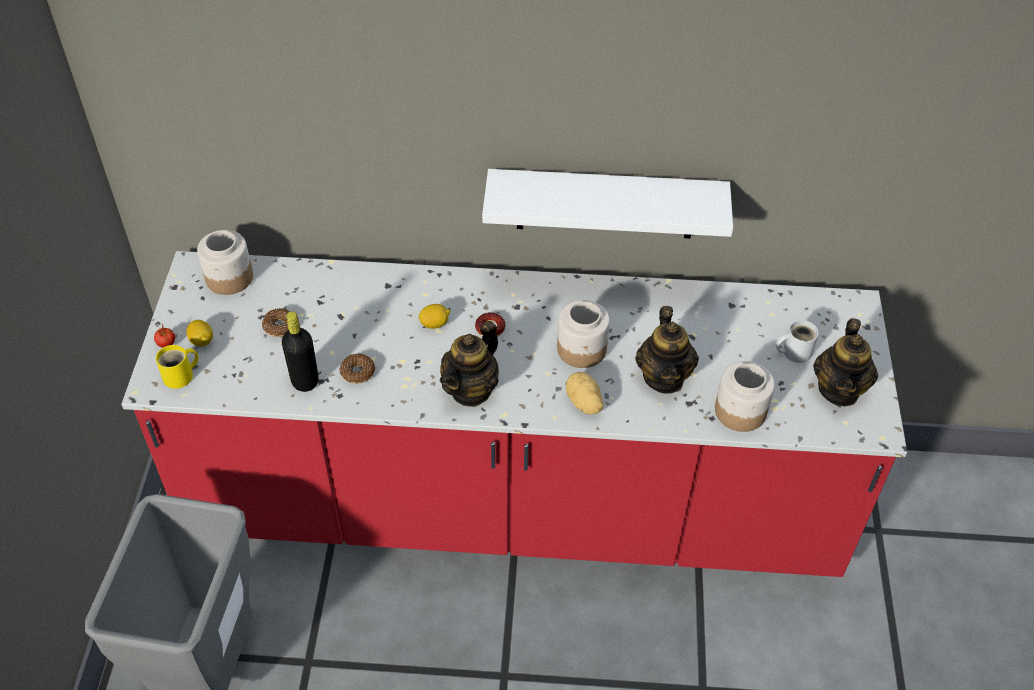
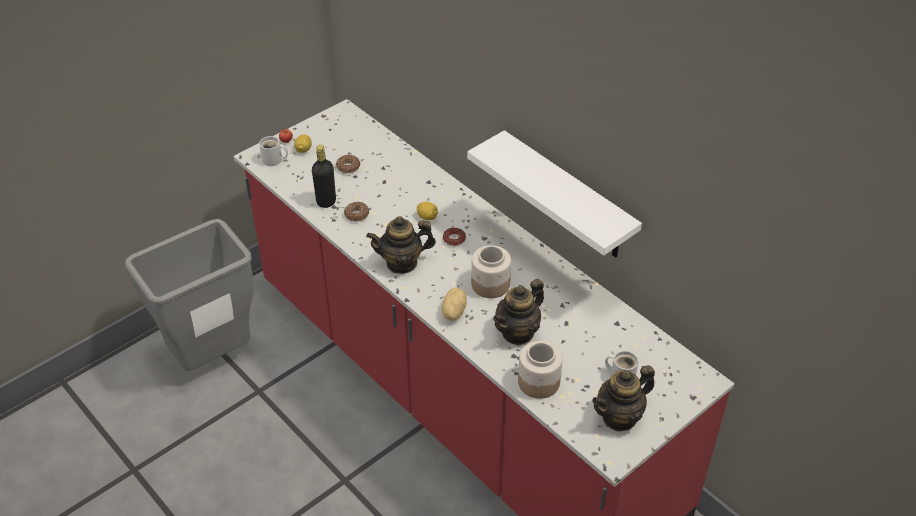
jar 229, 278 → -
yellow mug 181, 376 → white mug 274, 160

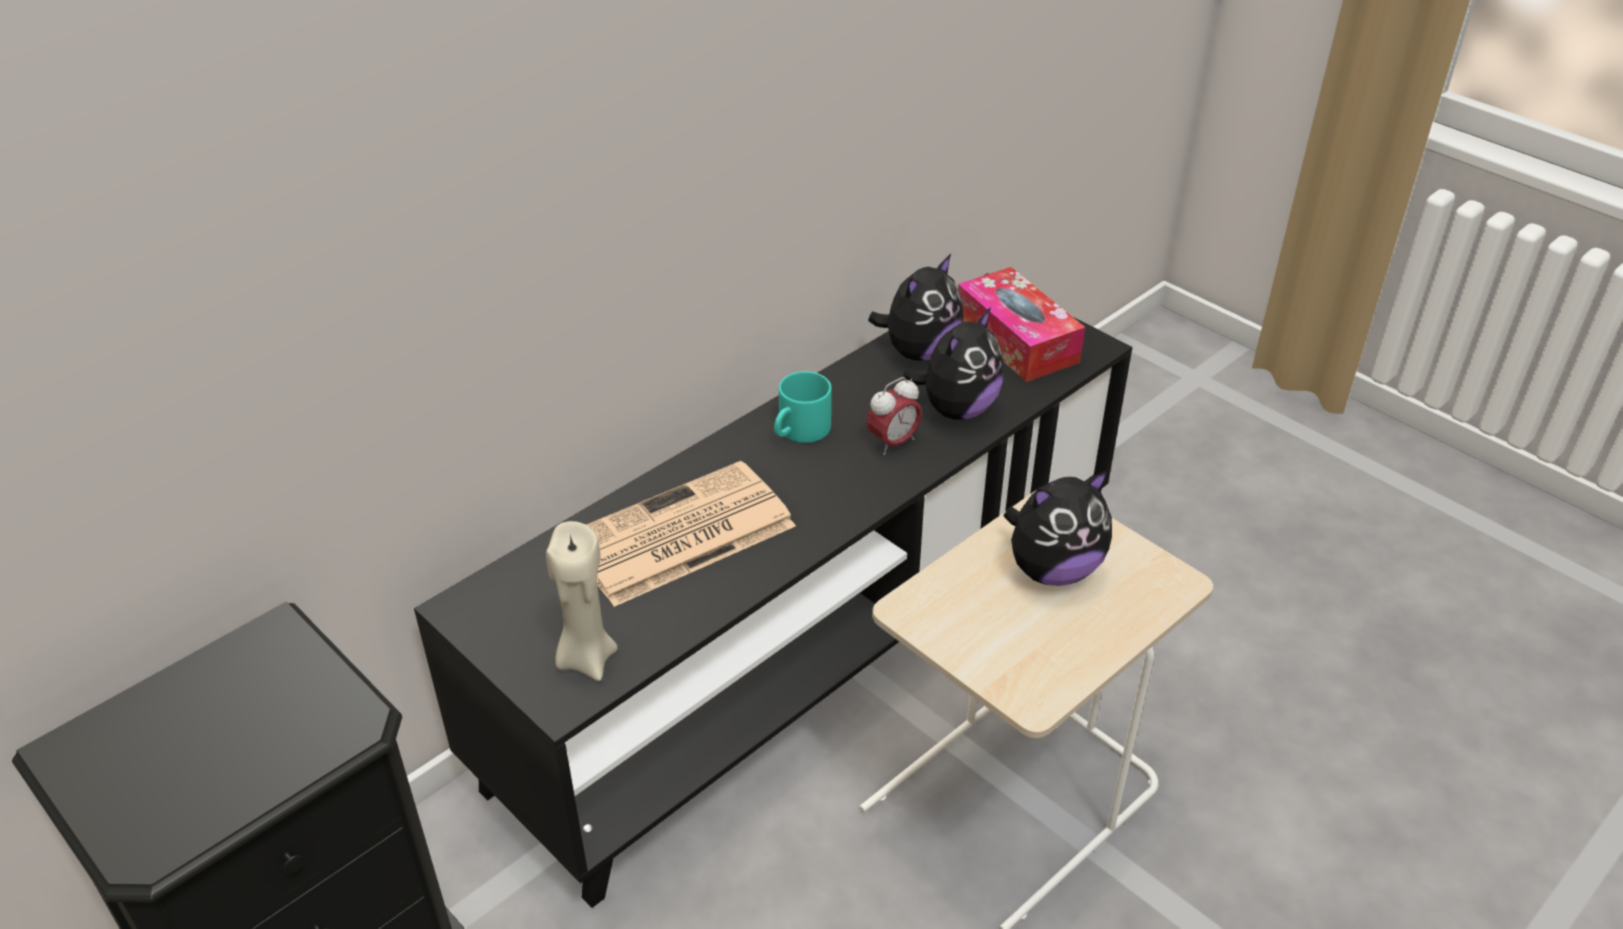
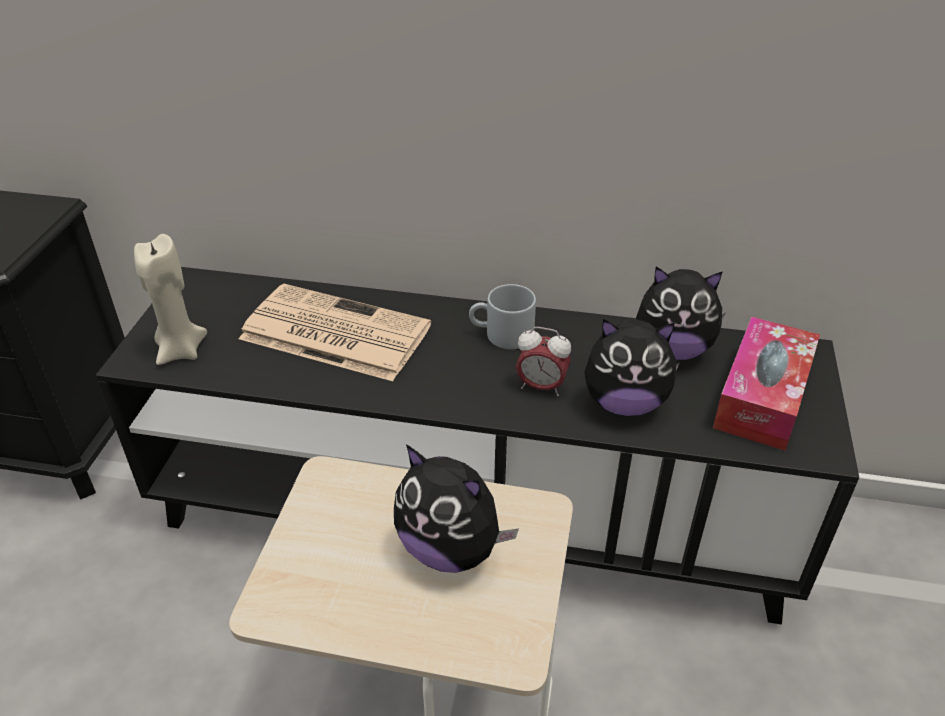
turquoise mug 800, 432 → grey mug 501, 335

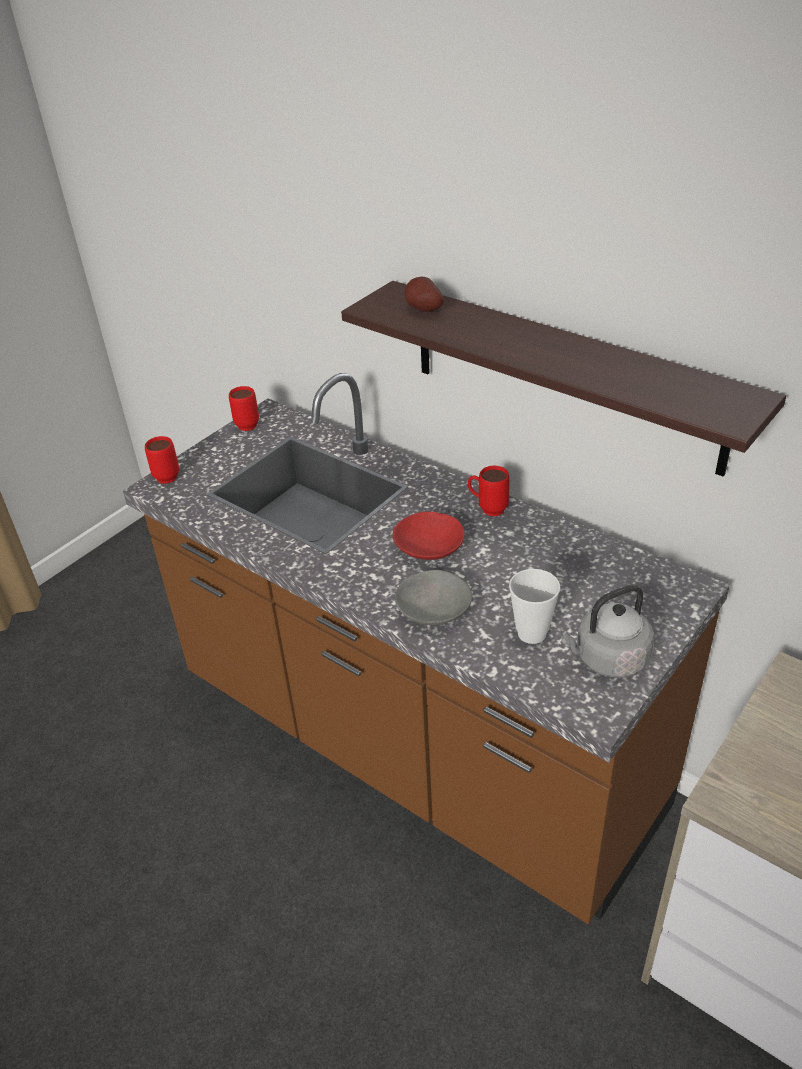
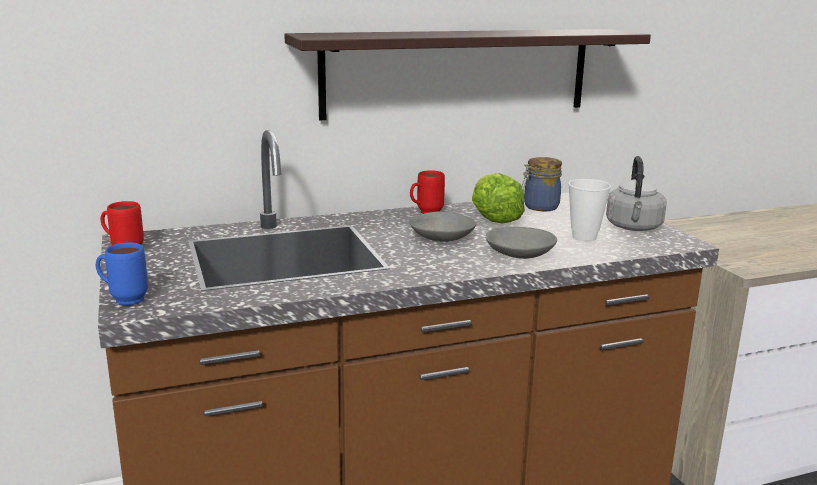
potato 422, 310 → -
red mug 166, 475 → blue mug 123, 299
red bowl 430, 547 → grey bowl 441, 237
- → jar 539, 207
- → lettuce 494, 217

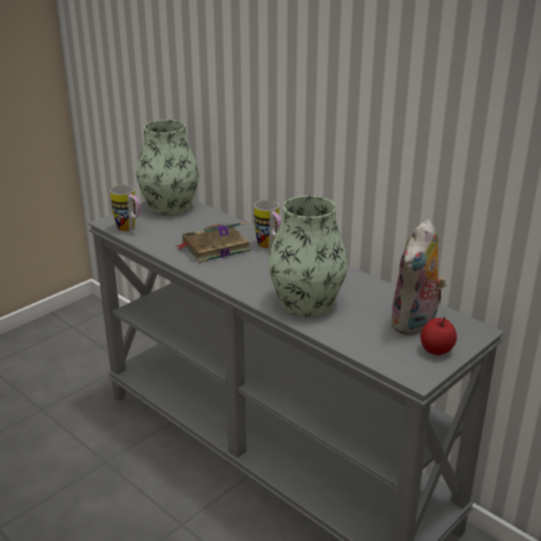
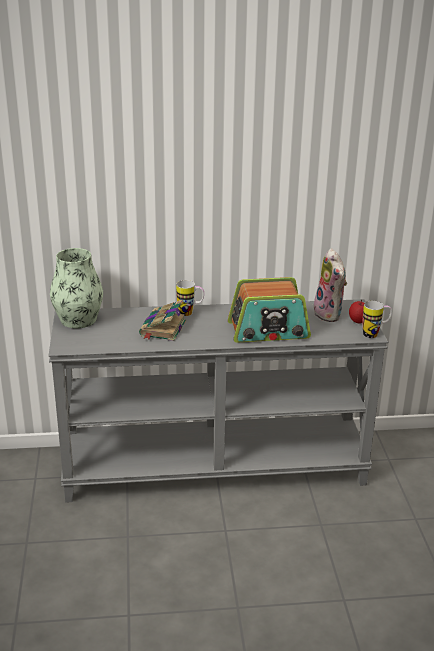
mug 129, 229 → mug 375, 334, move
vase 306, 302 → radio 268, 330

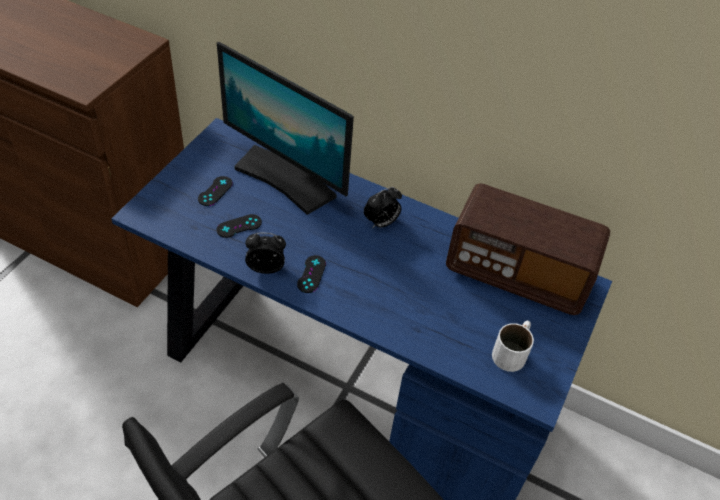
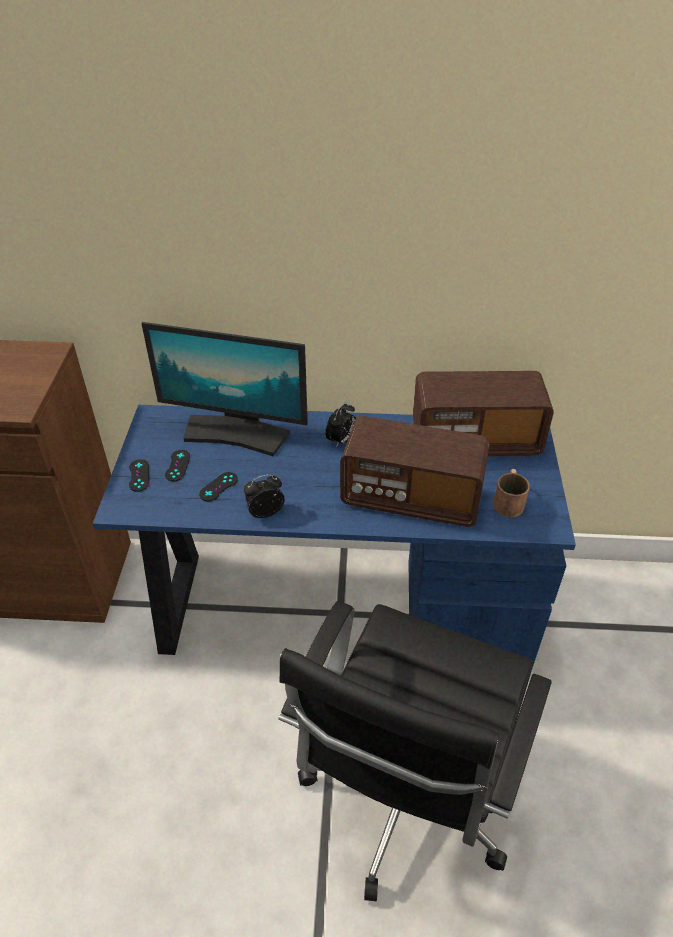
black game controller 311, 274 → black game controller 139, 475, move
white mug 513, 351 → brown mug 508, 500
- → radio 411, 498

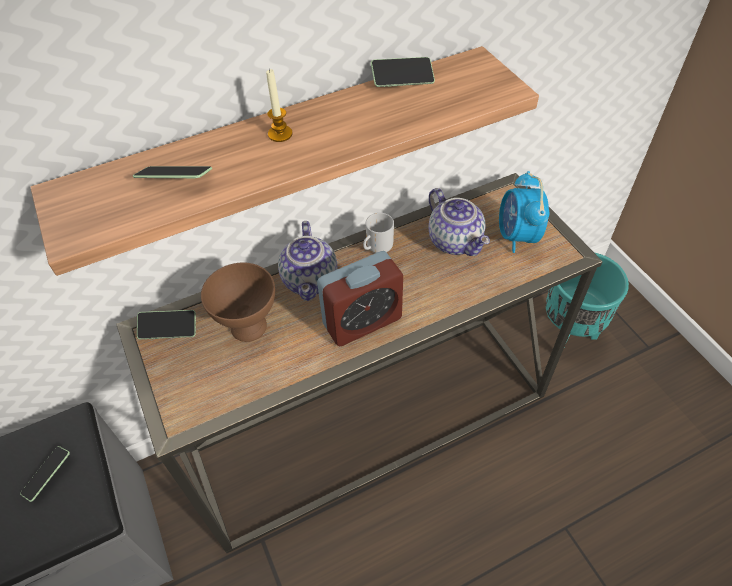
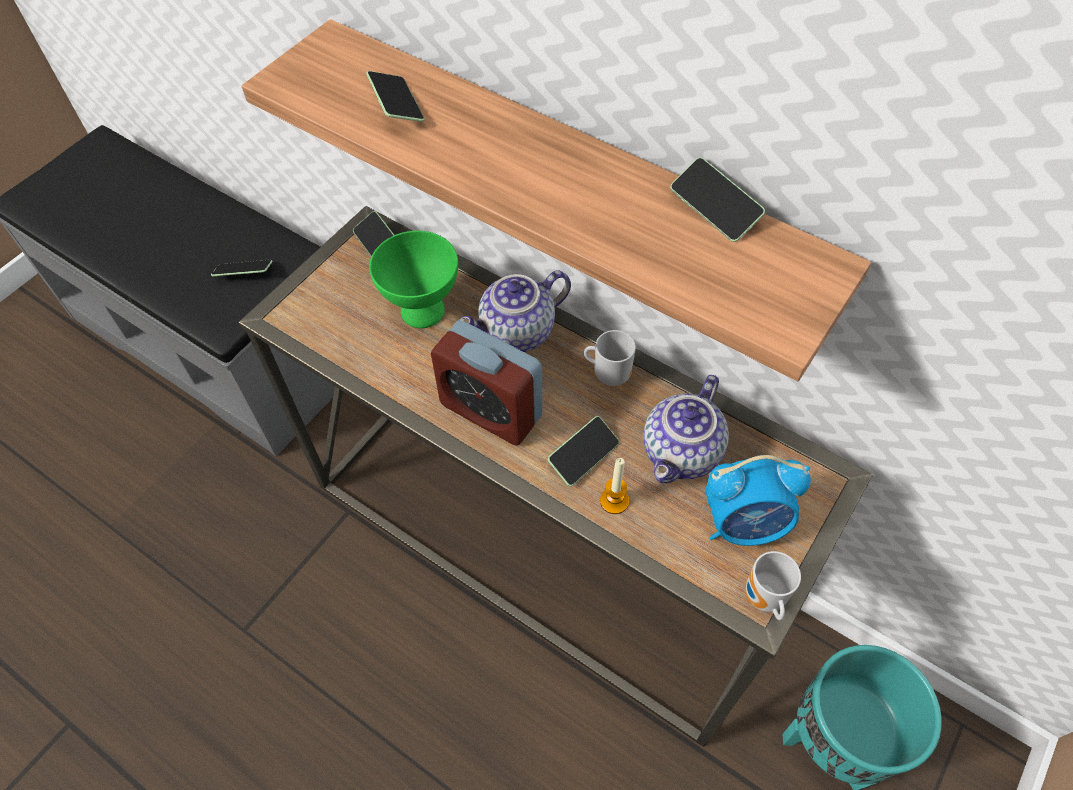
candle 280, 134 → candle 614, 501, move
alarm clock 517, 236 → alarm clock 744, 524, 150 degrees counterclockwise
brown bowl 247, 328 → green bowl 421, 311
- → phone 583, 456
- → mug 762, 599

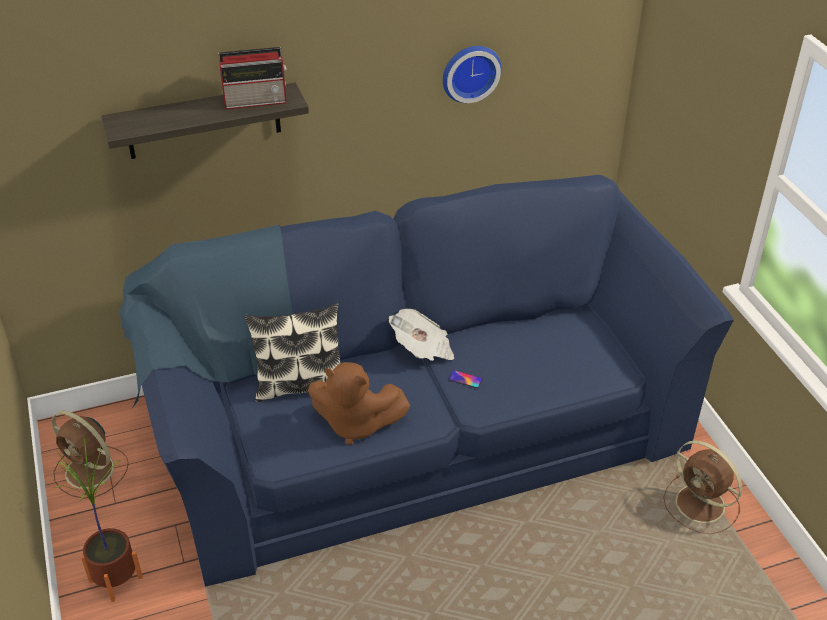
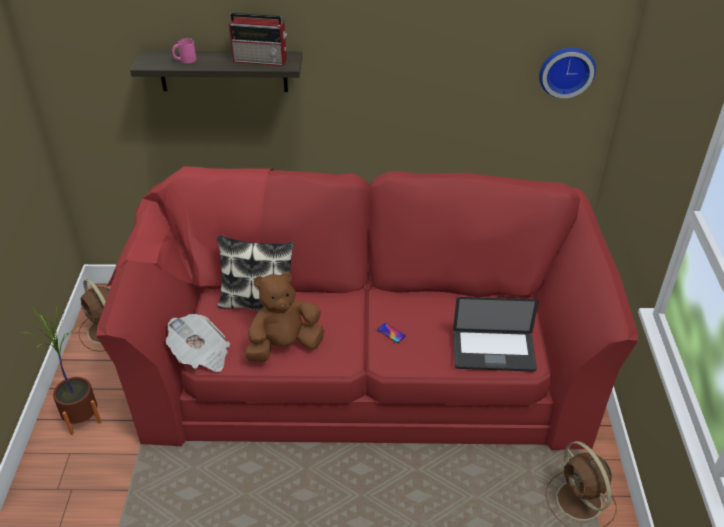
wall clock 469, 72 → wall clock 566, 70, move
blue sofa 416, 427 → red sofa 364, 364
newspaper 422, 349 → newspaper 201, 355, move
brown plush toy 355, 424 → brown plush toy 284, 346, 120 degrees clockwise
- → pink mug 185, 60
- → laptop 493, 352

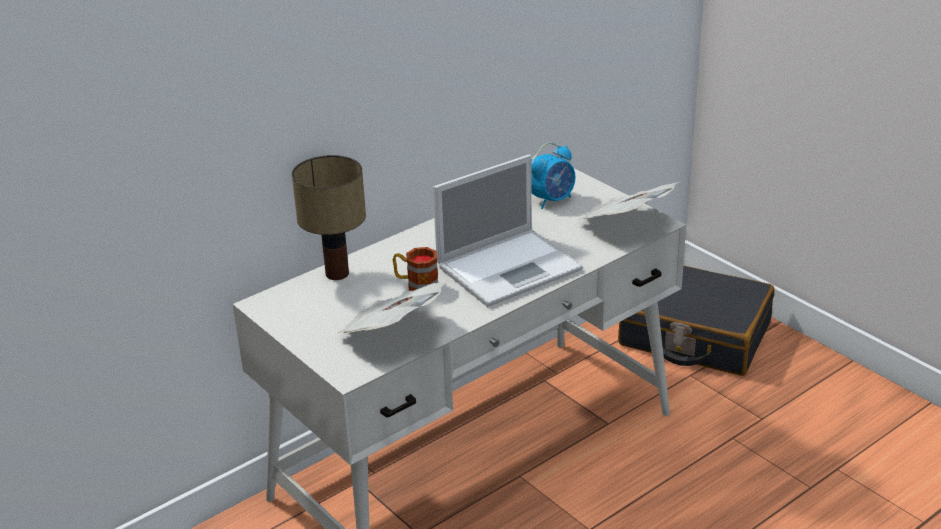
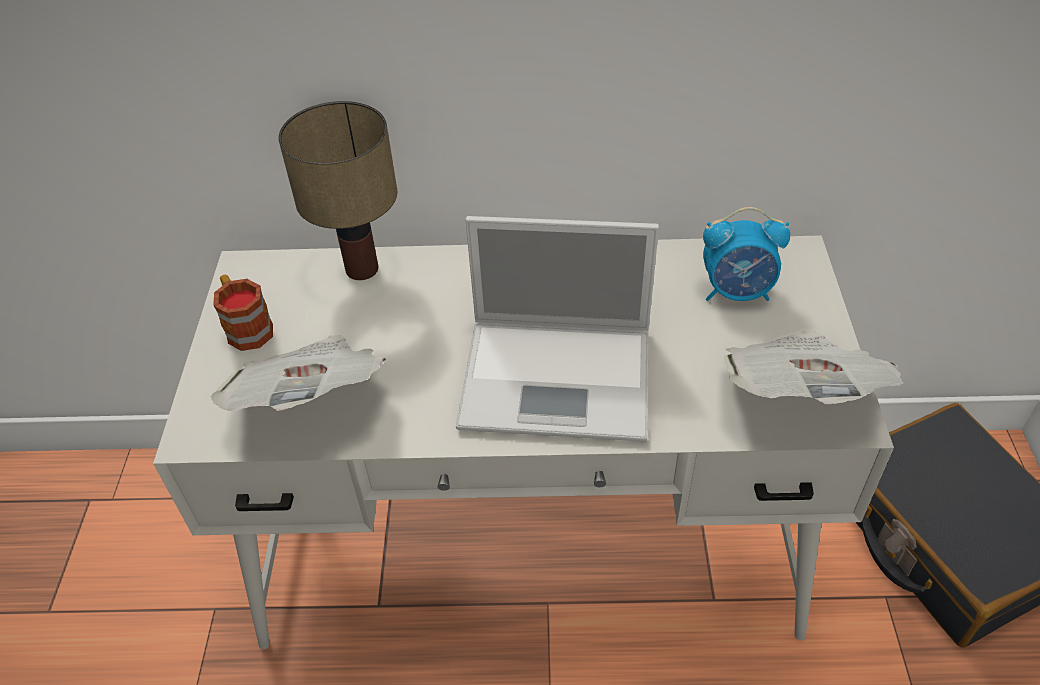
mug 416, 285 → mug 246, 327, move

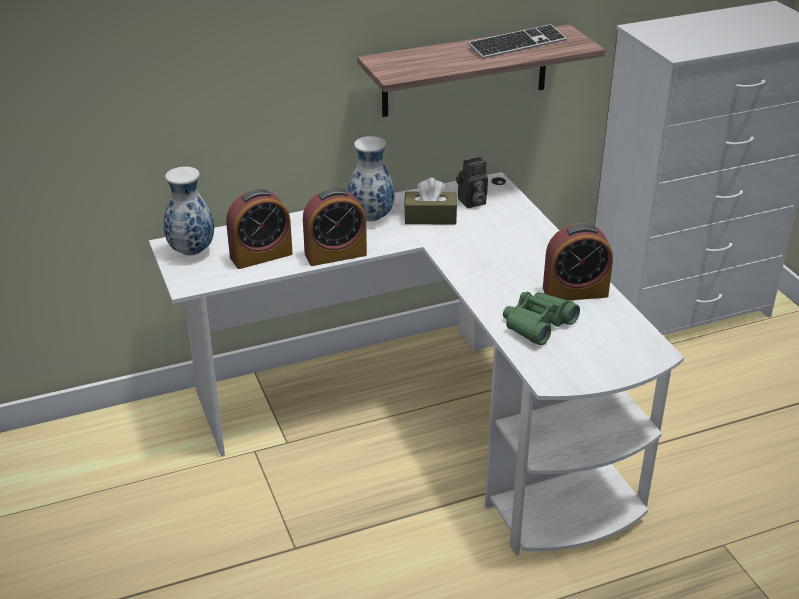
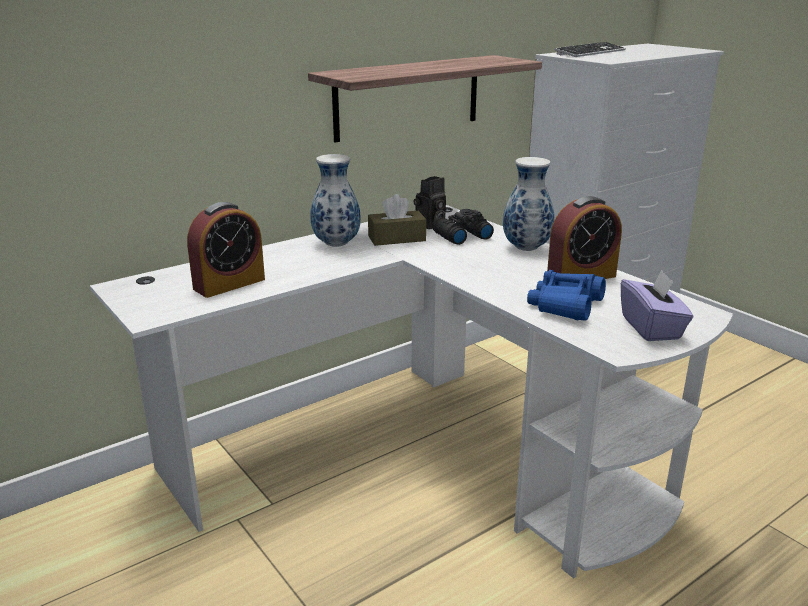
keyboard 517, 44 → keyboard 590, 52, move
vase 191, 250 → vase 525, 248, move
alarm clock 335, 254 → -
green binoculars 537, 324 → blue binoculars 565, 305
- → black binoculars 460, 236
- → purple tissue box 651, 328

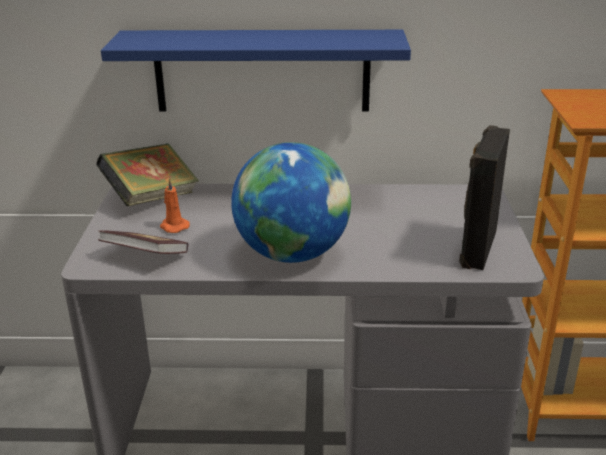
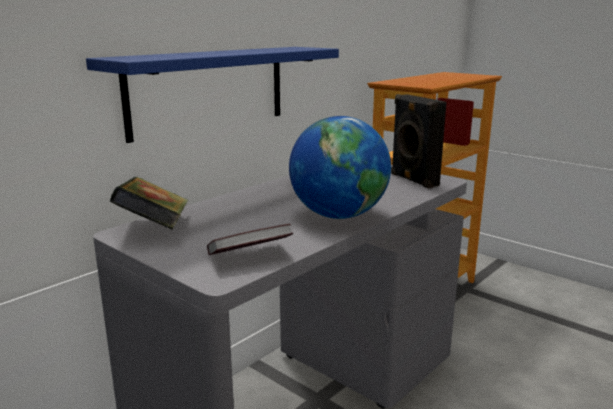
orange candle 173, 226 → -

